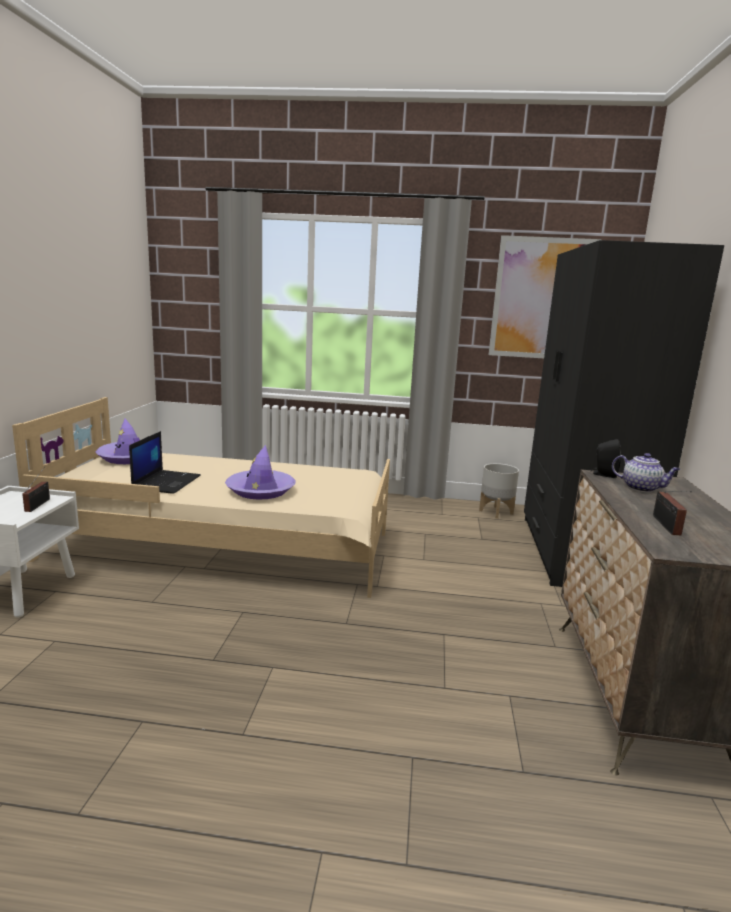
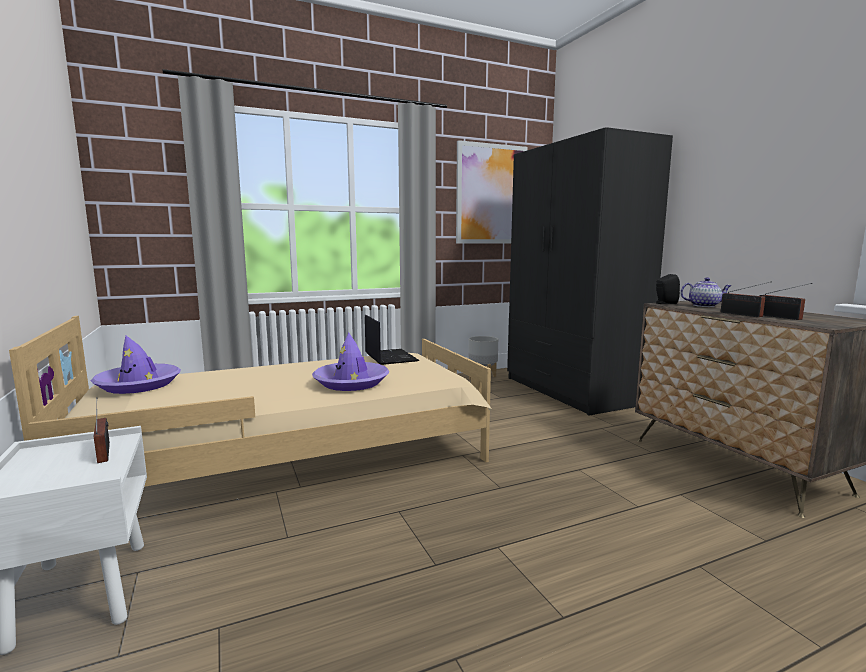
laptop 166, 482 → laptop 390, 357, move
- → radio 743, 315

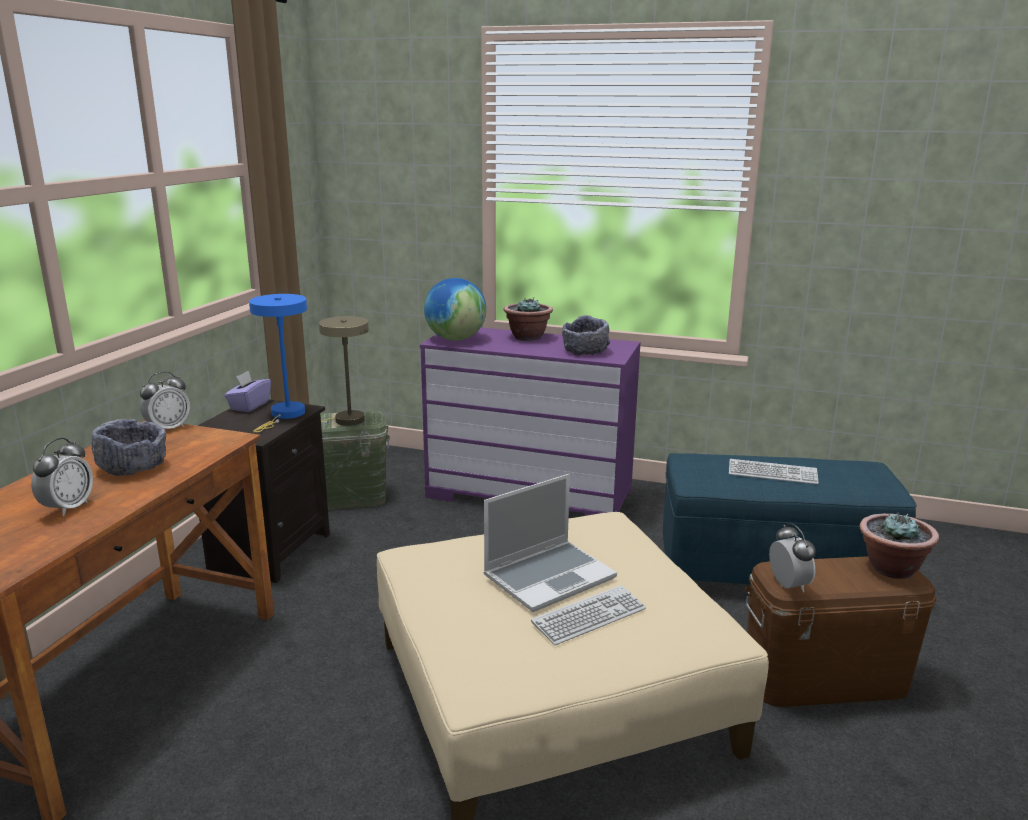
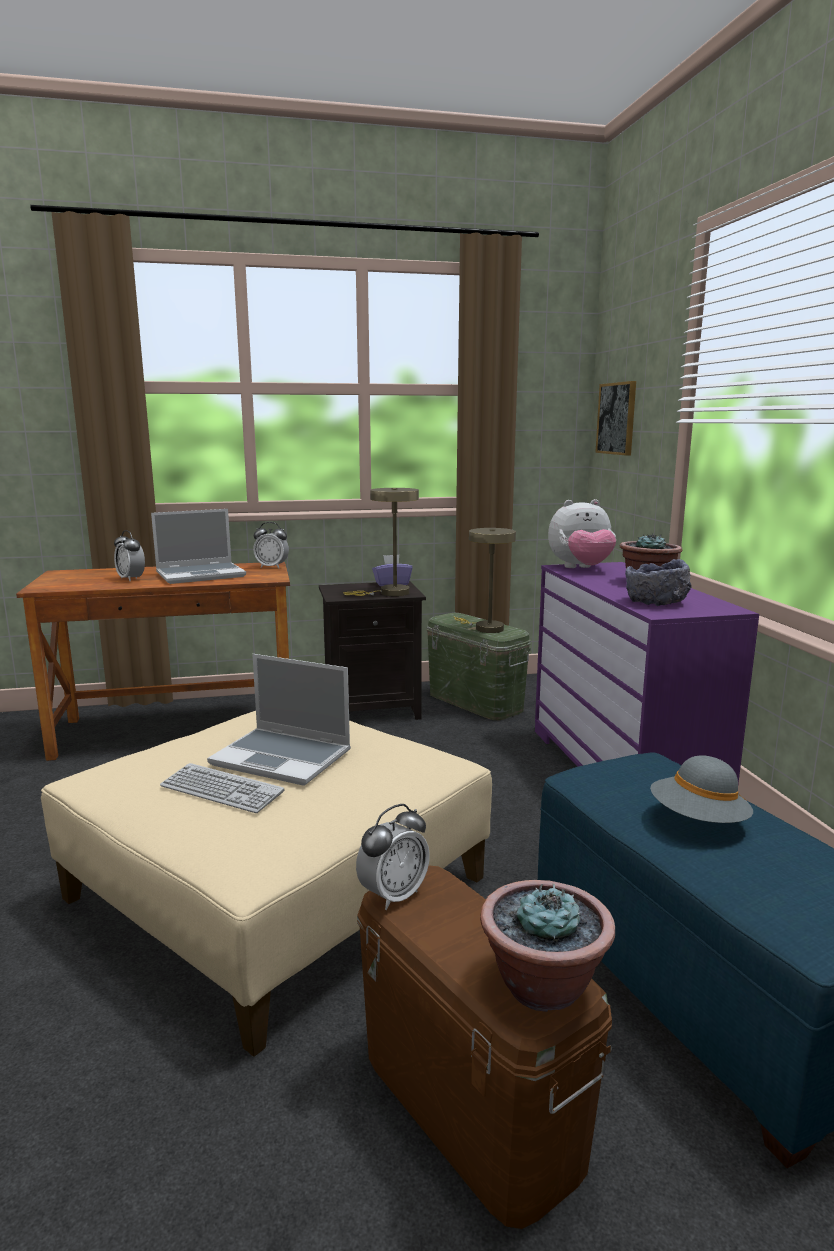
globe 455, 339 → plush toy 581, 569
blue table lamp 285, 415 → beige table lamp 389, 593
grey bowl 133, 467 → laptop 201, 575
alarm clock 68, 508 → alarm clock 131, 579, 60 degrees clockwise
keyboard 772, 473 → grey hat 698, 821
- → picture 617, 418

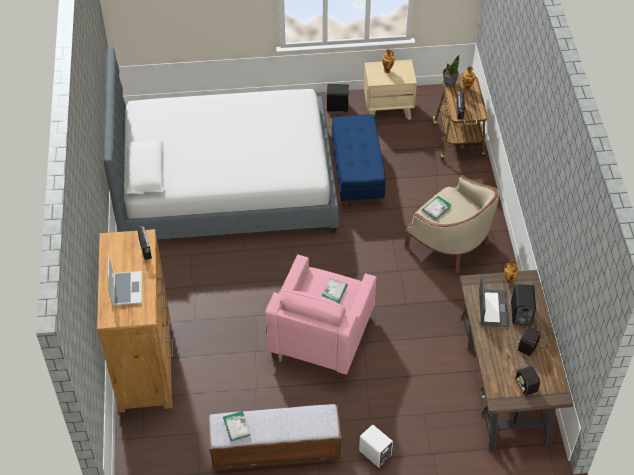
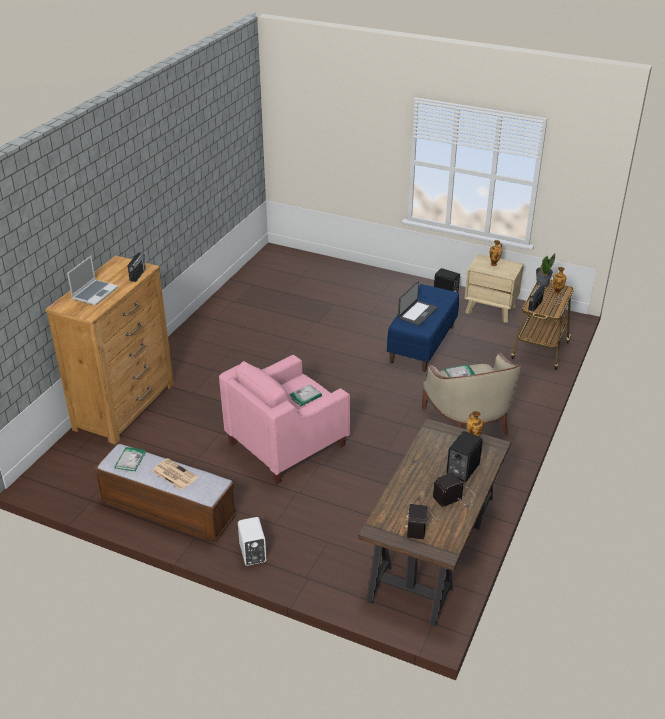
bed 226, 184 → -
laptop 492, 308 → laptop 417, 313, move
- → newspaper 174, 474

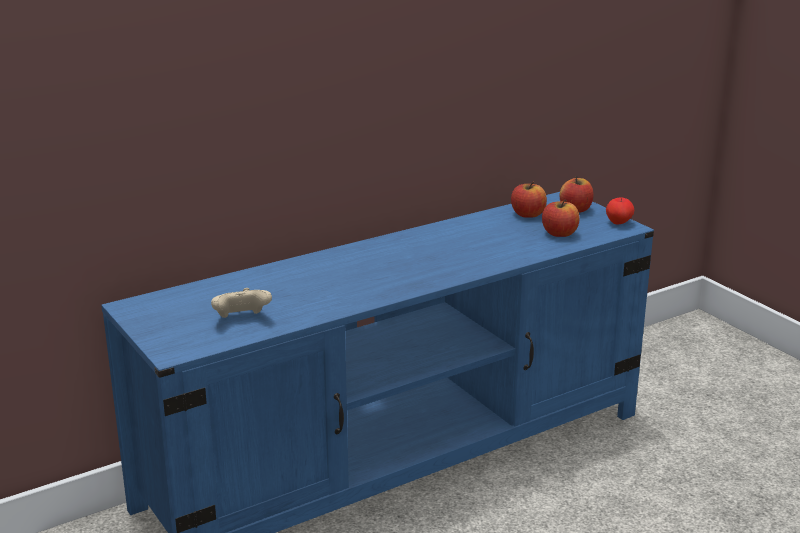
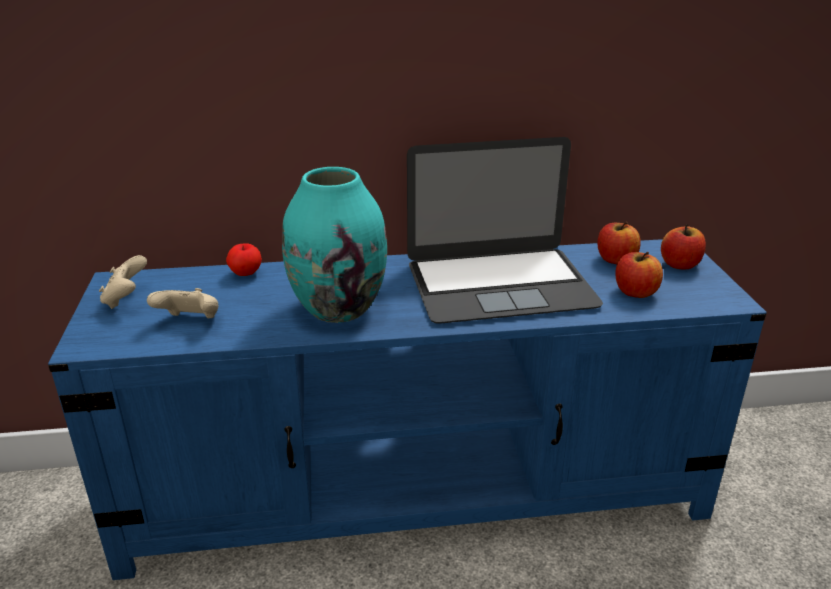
apple 618, 223 → apple 245, 274, move
- → laptop 500, 284
- → turquoise vase 338, 308
- → beige game controller 126, 299

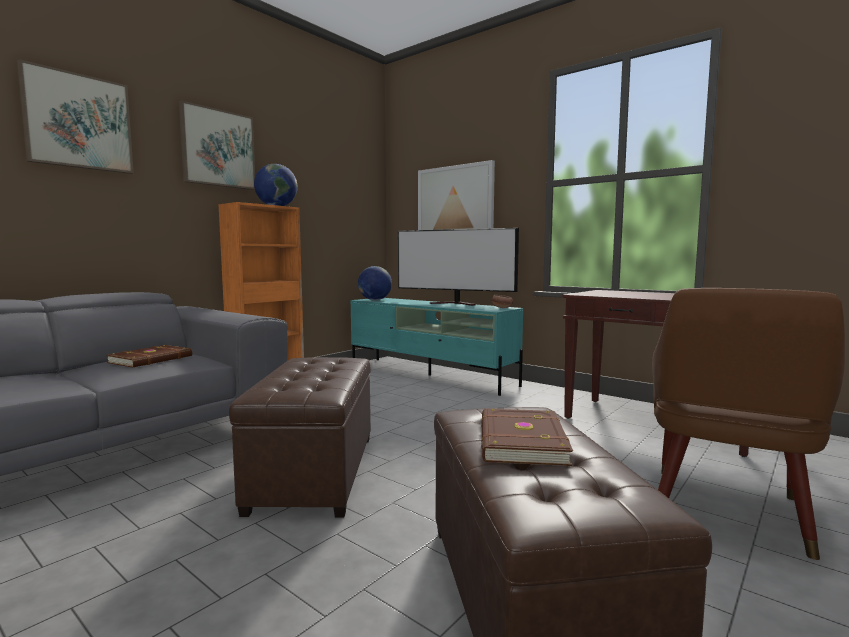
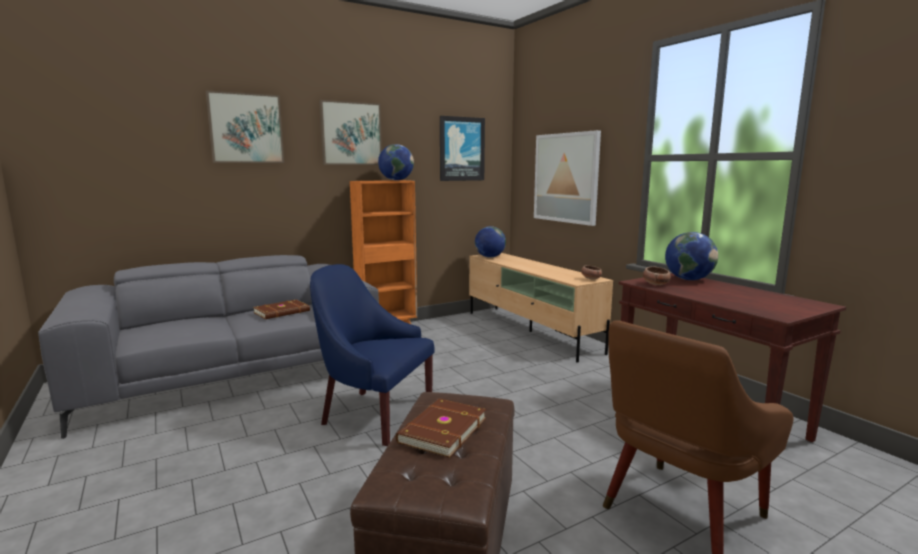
television 456, 304 → -
turquoise tv stand 430, 375 → beige tv stand 530, 331
brown ottoman 314, 472 → blue armchair 374, 413
- → picture 461, 149
- → globe 688, 279
- → bowl 655, 284

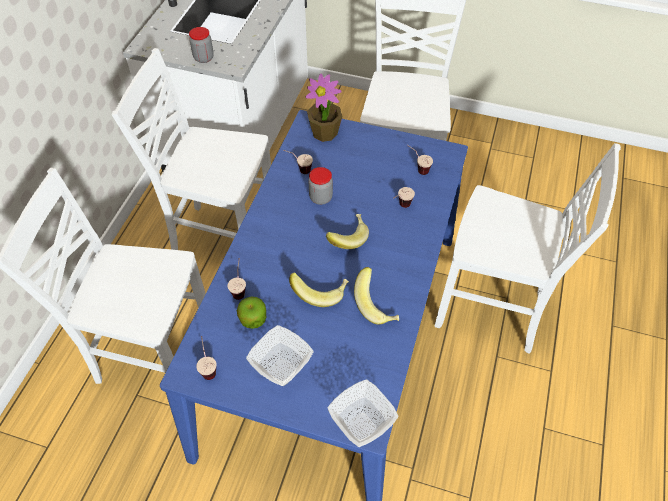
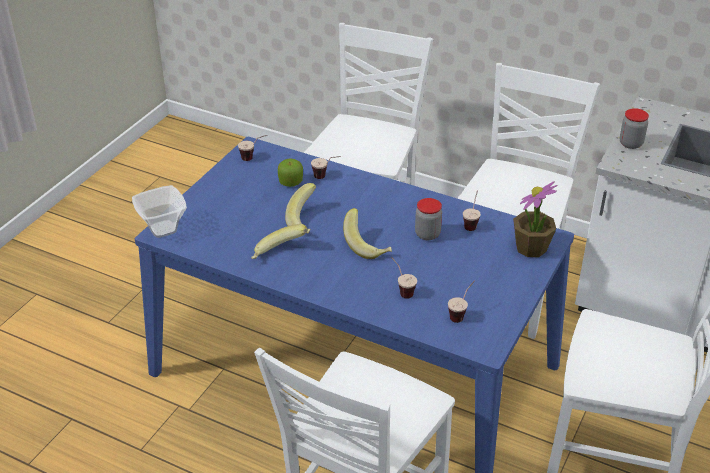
bowl 283, 372 → -

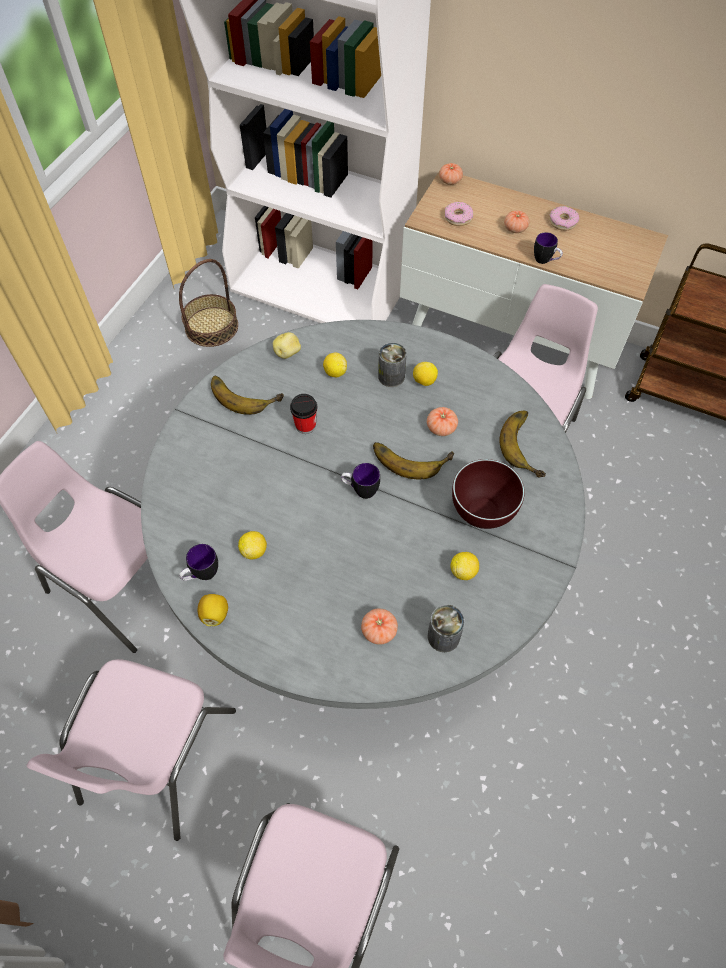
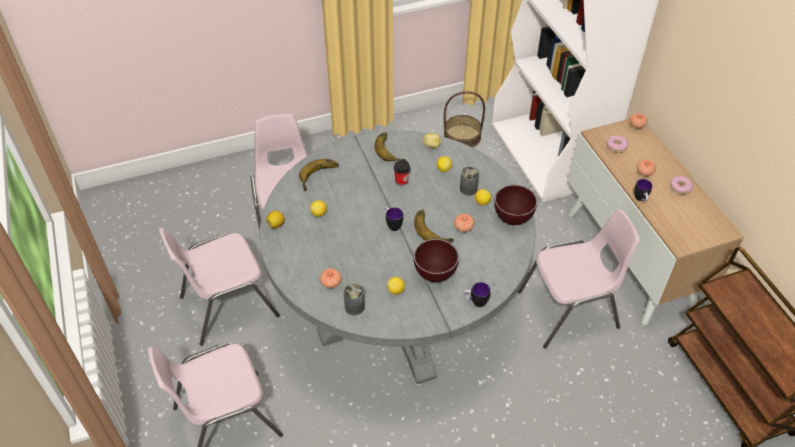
banana 527, 445 → banana 320, 177, move
mug 201, 575 → mug 475, 302, move
- → brown bowl 511, 220

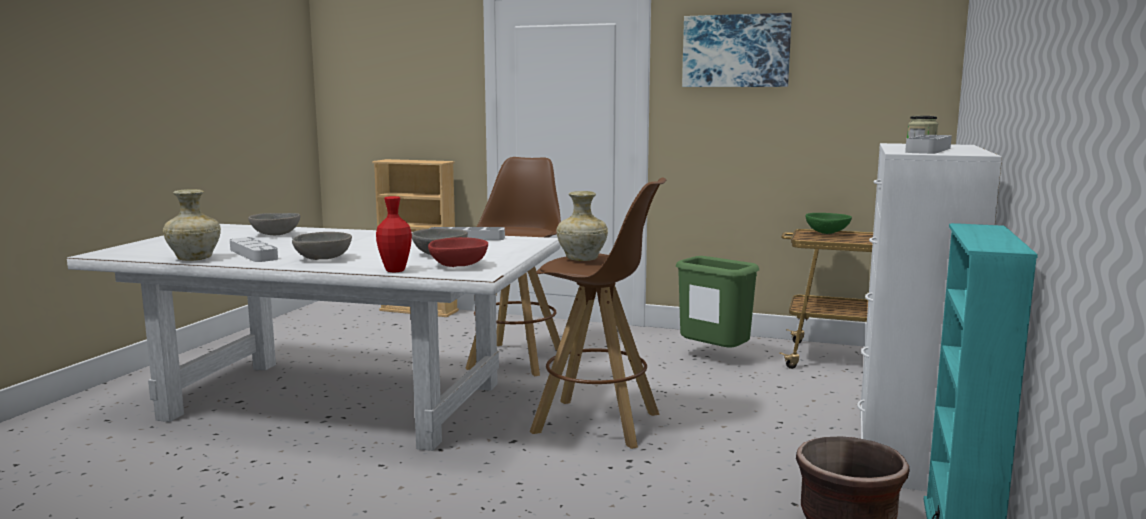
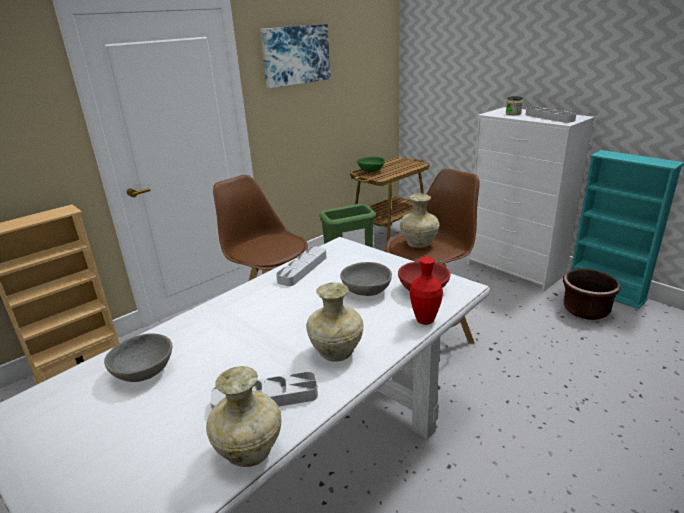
grey bowl 322, 259 → beige vase 336, 353

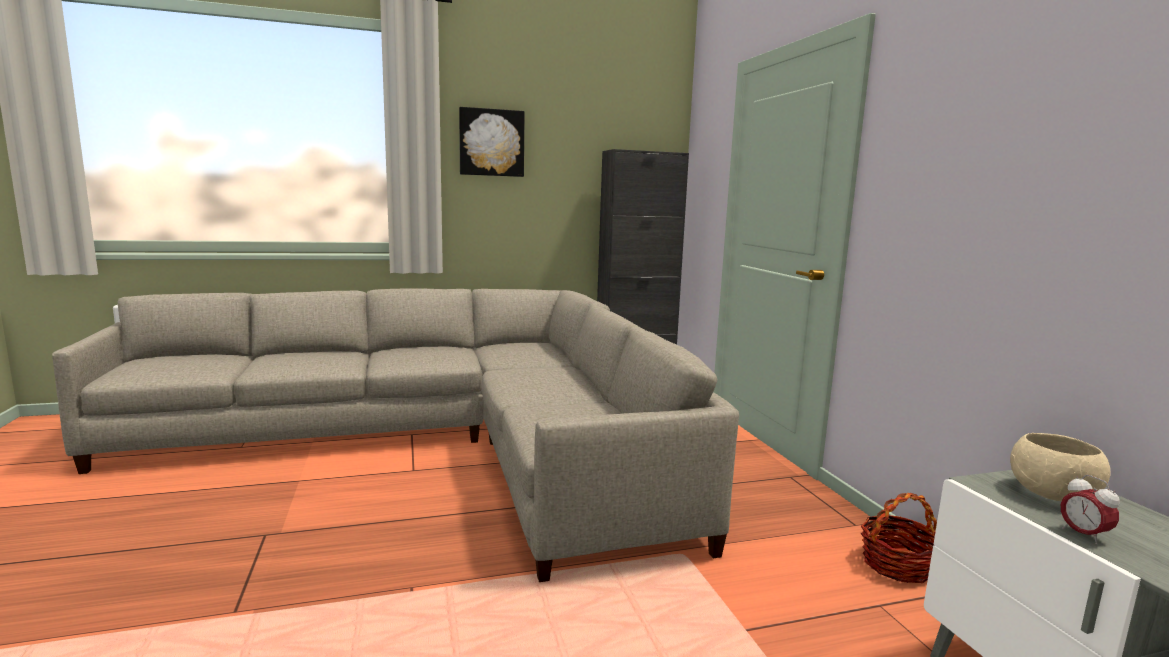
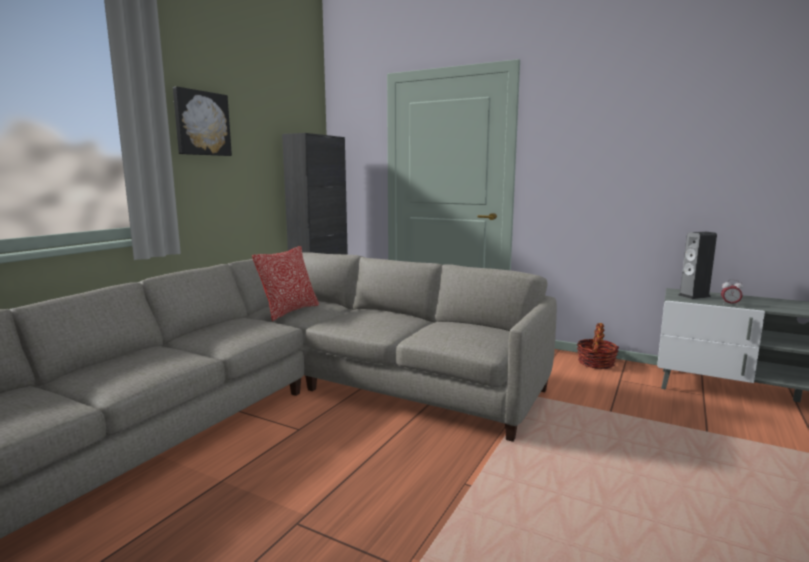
beige bowl 1053, 495 → speaker 694, 296
- → pillow 289, 311

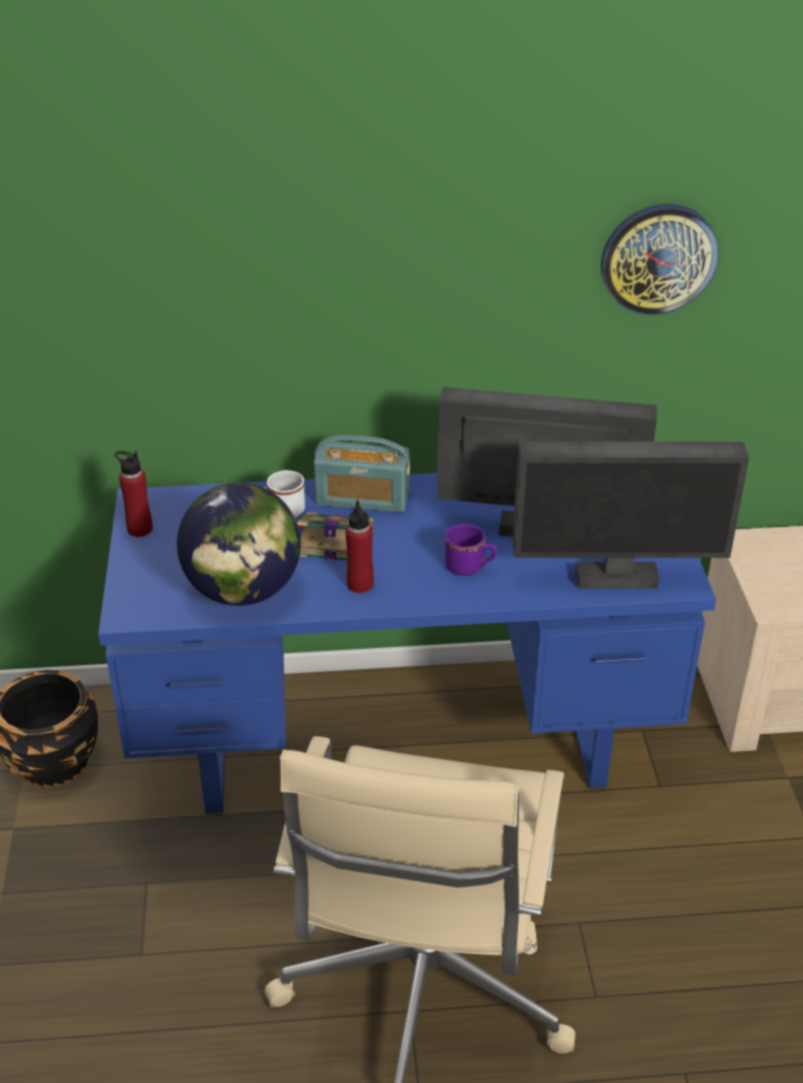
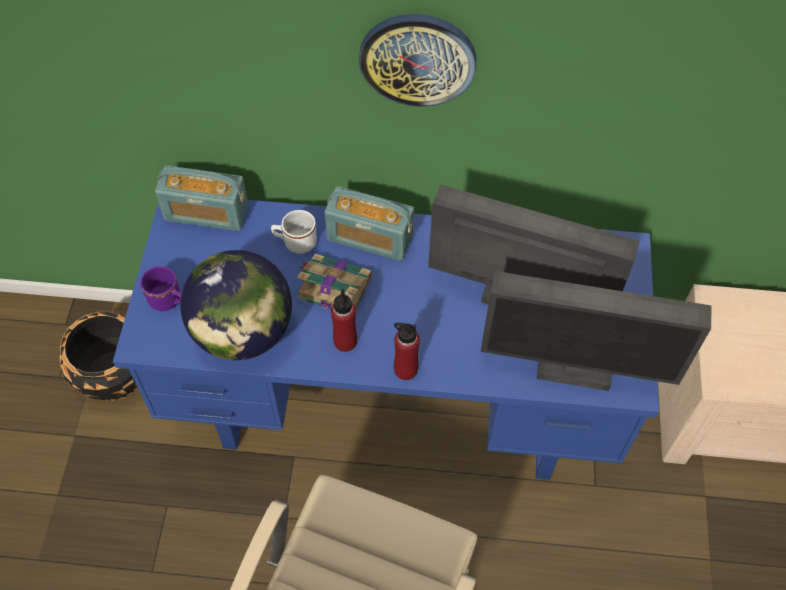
wall clock 658, 258 → wall clock 417, 59, move
red bottle 139, 529 → red bottle 405, 369, move
purple mug 470, 567 → purple mug 169, 301, move
- → radio 206, 213

